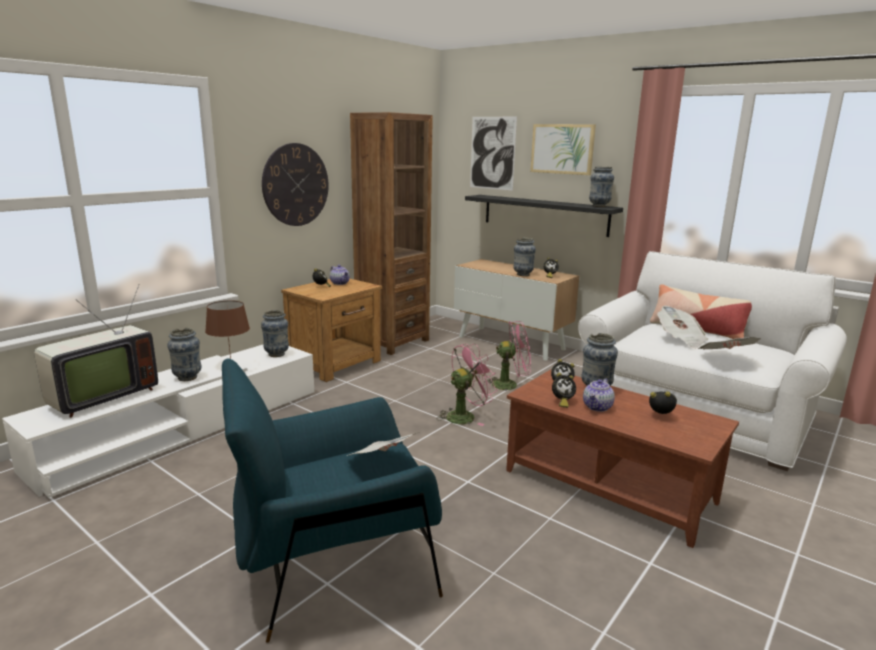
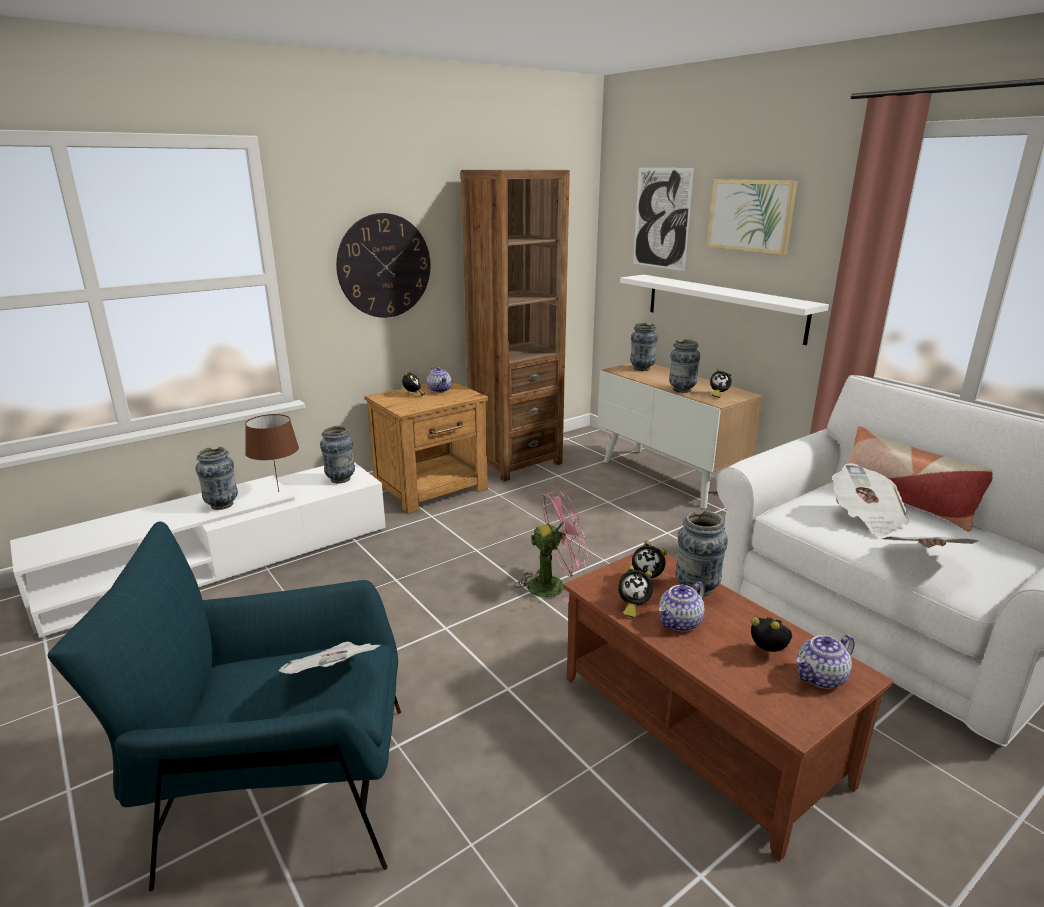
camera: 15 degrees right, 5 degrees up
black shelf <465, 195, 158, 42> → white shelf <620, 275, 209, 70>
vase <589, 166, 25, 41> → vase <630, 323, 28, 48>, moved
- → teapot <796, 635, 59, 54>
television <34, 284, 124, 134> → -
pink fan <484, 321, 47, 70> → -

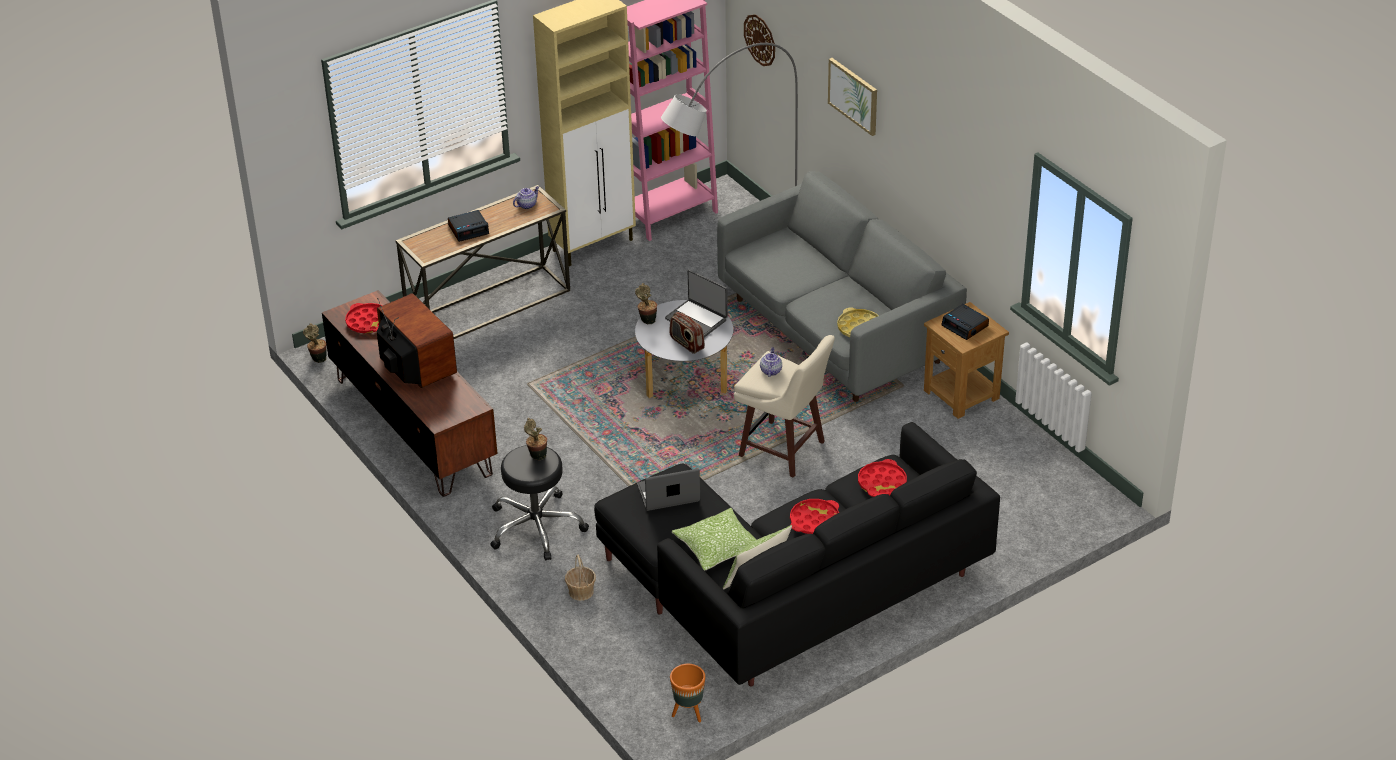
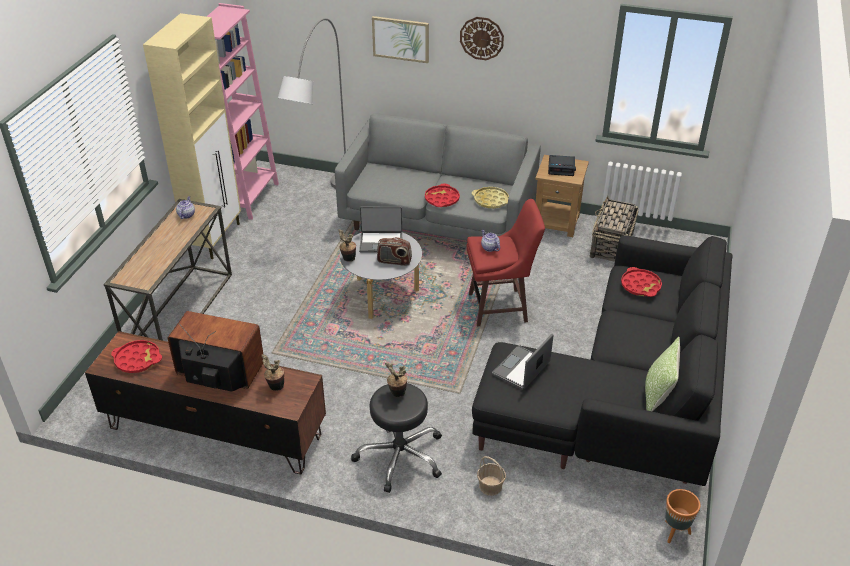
camera: 40 degrees left, 0 degrees up
potted plant <303, 323, 24, 40> → potted plant <262, 354, 22, 37>, moved
red tray <790, 499, 49, 35> → red tray <425, 183, 35, 24>, moved
wall clock <744, 14, 31, 52> → wall clock <460, 17, 44, 43>, moved
beige stool <734, 335, 101, 143> → red stool <467, 199, 78, 127>
- → basket <590, 196, 49, 66>
alarm clock <448, 210, 41, 32> → -
pillow <672, 508, 85, 63> → -

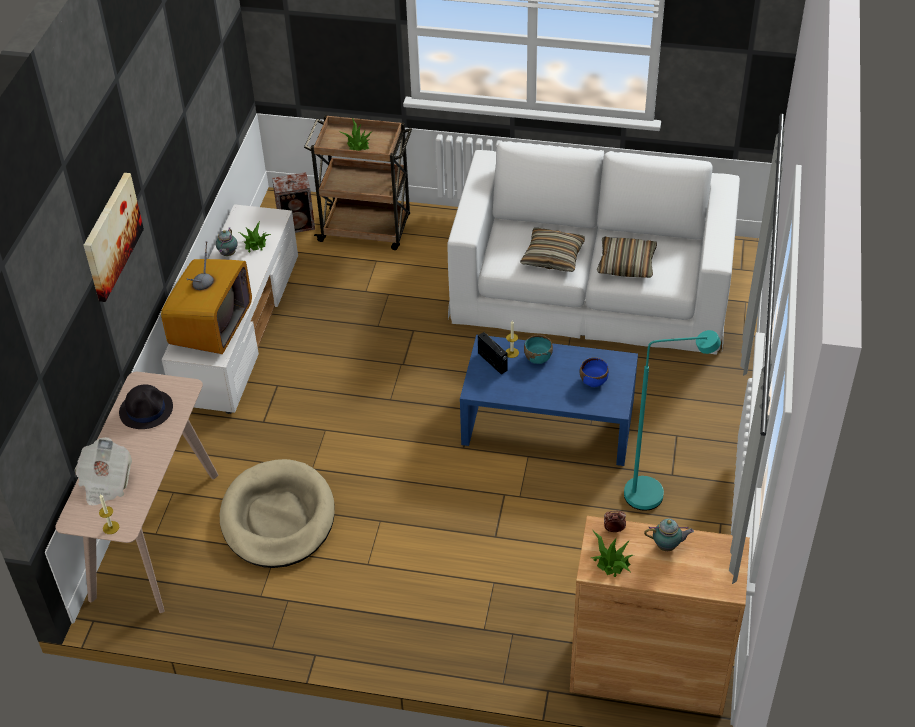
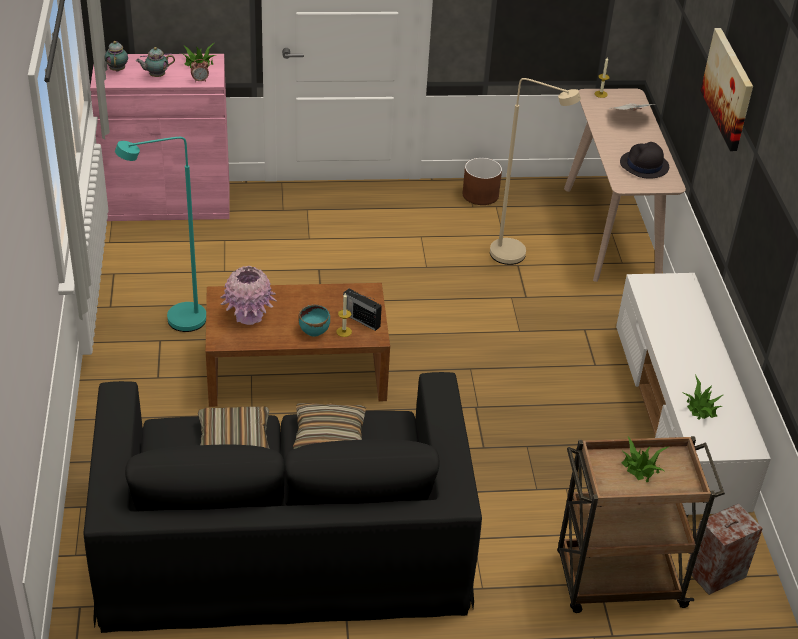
camera: 160 degrees right, 5 degrees down
white sofa <448, 142, 292, 213> → black sofa <84, 372, 398, 261>
brown cabinet <570, 516, 180, 199> → pink cabinet <90, 54, 139, 167>
teapot <216, 228, 22, 28> → teapot <105, 41, 23, 31>, moved
blue coffee table <460, 335, 178, 131> → brown coffee table <206, 283, 184, 124>
blue bowl <579, 357, 30, 30> → pink vase <220, 266, 57, 59>
- → brown planter <462, 158, 40, 47>
beige dog bed <220, 459, 115, 109> → beige floor lamp <490, 78, 91, 187>
television <161, 241, 91, 113> → -

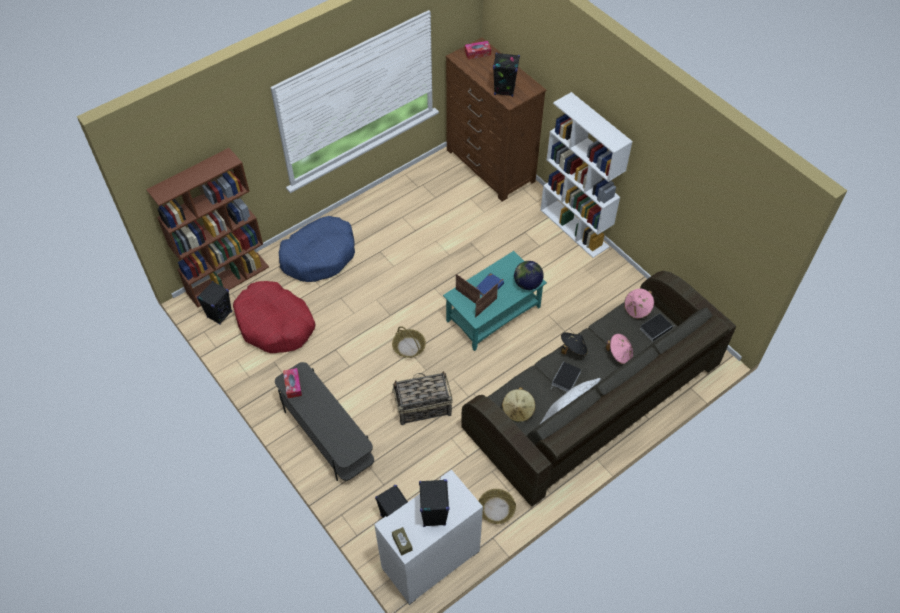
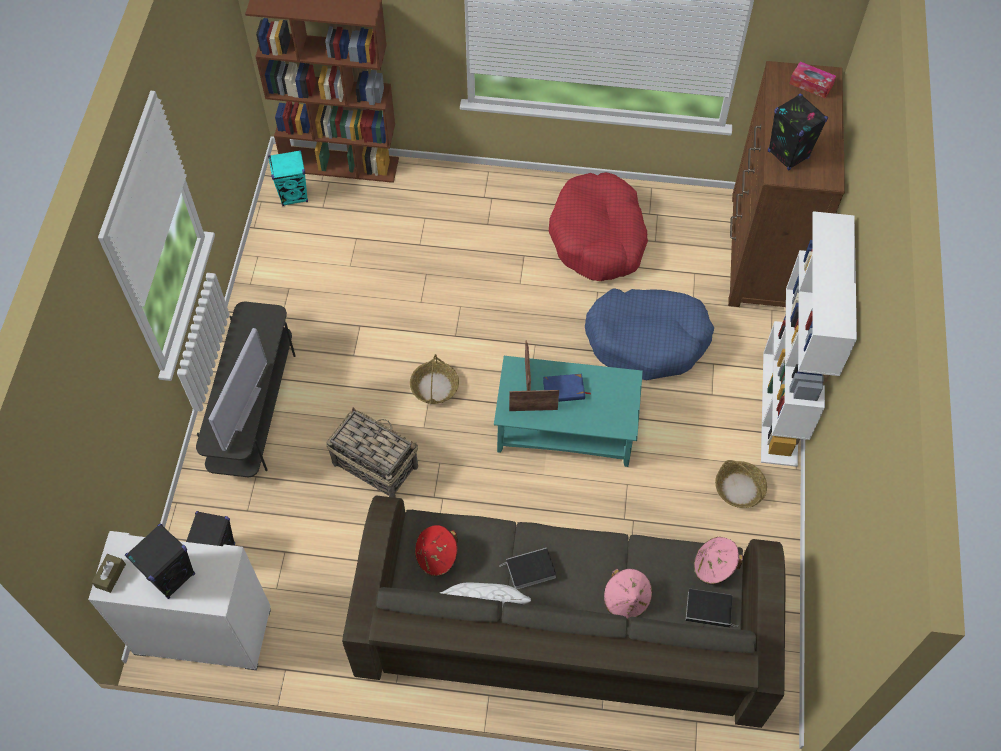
camera: 45 degrees right, 5 degrees up
- → television <209, 328, 58, 123>
black speaker <196, 281, 36, 44> → turquoise speaker <268, 150, 40, 56>
beige hat <502, 387, 34, 35> → red hat <415, 525, 43, 51>
red dog bed <233, 281, 82, 72> → red dog bed <549, 172, 99, 109>, moved
blue dog bed <279, 216, 76, 66> → blue dog bed <585, 288, 129, 92>, moved
basket <479, 489, 37, 35> → basket <715, 460, 52, 48>, moved
tissue box <283, 368, 19, 30> → -
globe <514, 261, 30, 29> → -
black hat <561, 332, 27, 24> → -

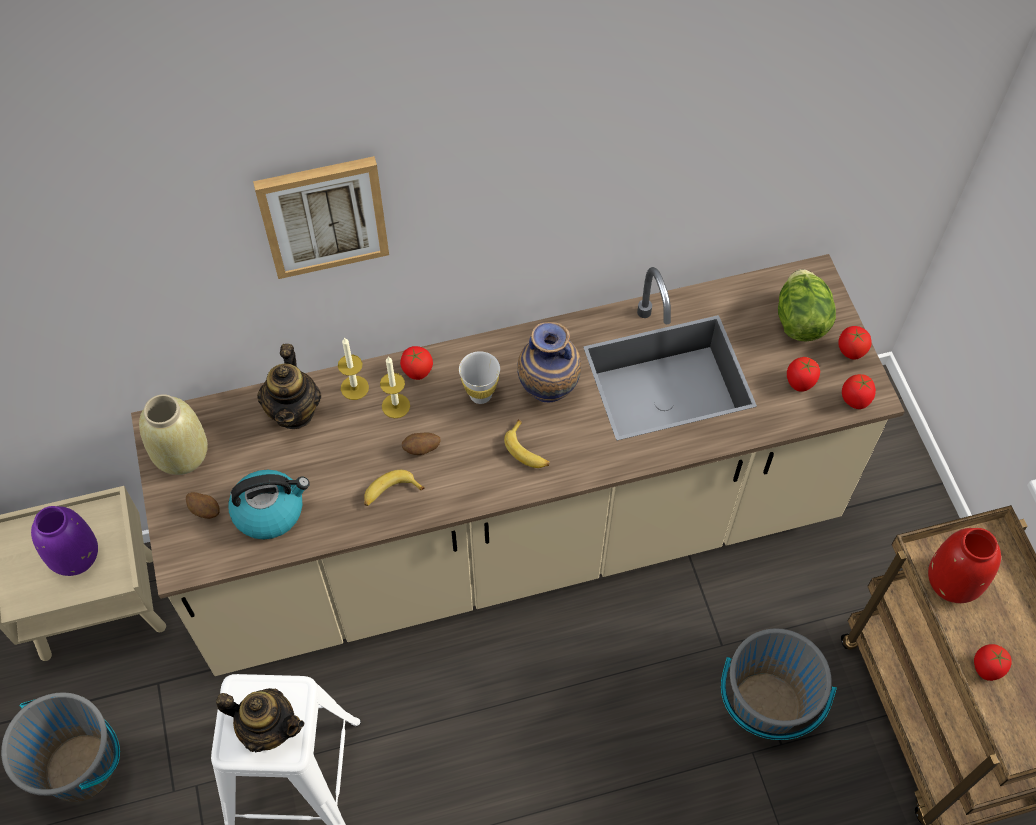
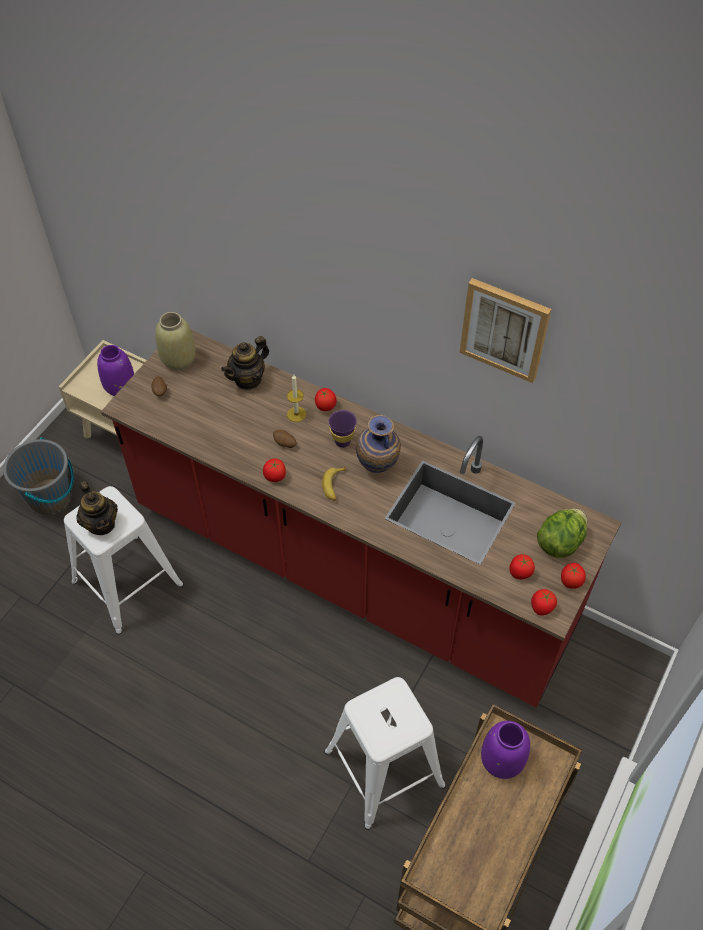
camera: 45 degrees right, 5 degrees down
beige counter <131, 254, 774, 422> → red counter <101, 330, 521, 378>
tomato <974, 644, 38, 37> → tomato <263, 458, 23, 24>, moved
grey bucket <721, 628, 116, 112> → white stool <325, 677, 121, 153>
white cup <459, 351, 41, 53> → purple cup <328, 410, 29, 38>
picture <253, 156, 136, 123> → picture <460, 278, 91, 105>, moved
red vase <928, 528, 73, 75> → purple vase <481, 721, 49, 58>
kettle <228, 470, 82, 70> → -
candle <338, 337, 31, 63> → -
banana <364, 470, 61, 36> → -

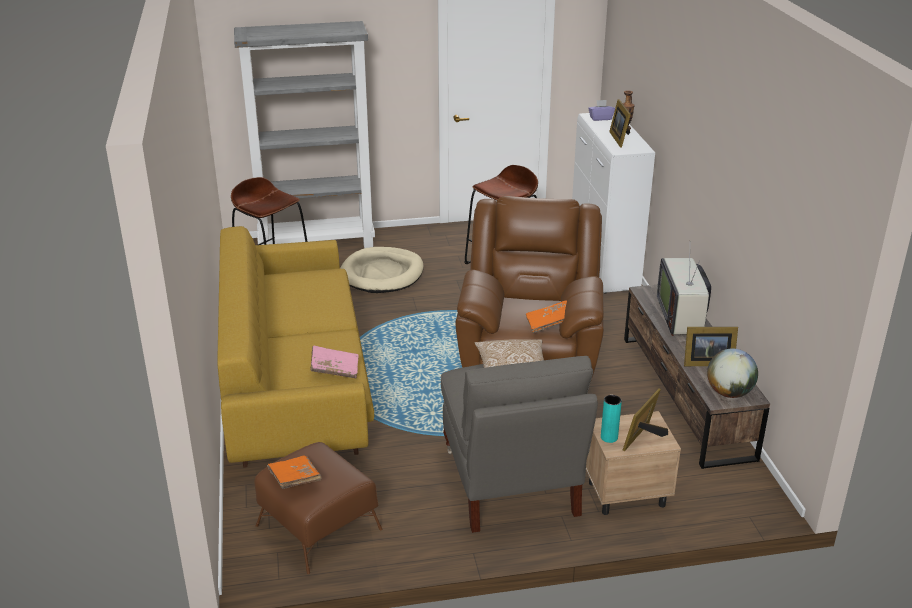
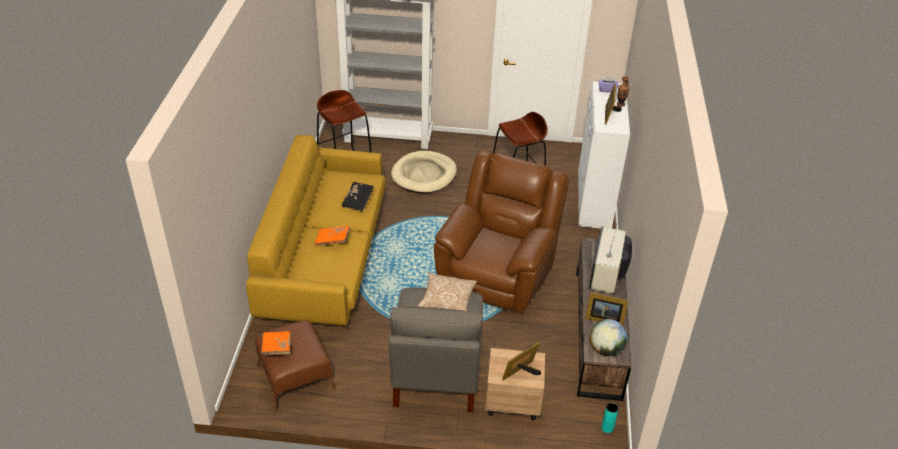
camera: 15 degrees right, 10 degrees up
orange book <526, 300, 41, 33> → orange book <314, 226, 36, 20>, moved
- → black book <342, 182, 32, 30>
turquoise vase <601, 395, 21, 48> → turquoise vase <602, 403, 17, 30>, moved
pink book <311, 345, 48, 33> → -

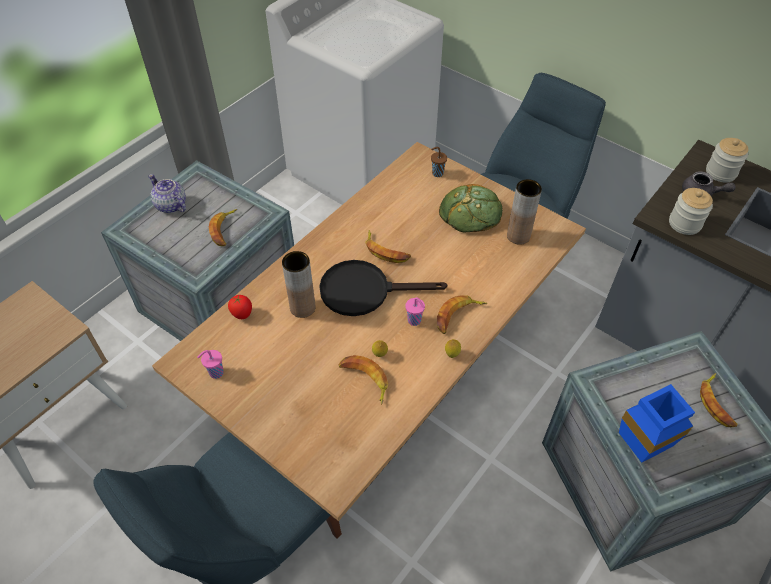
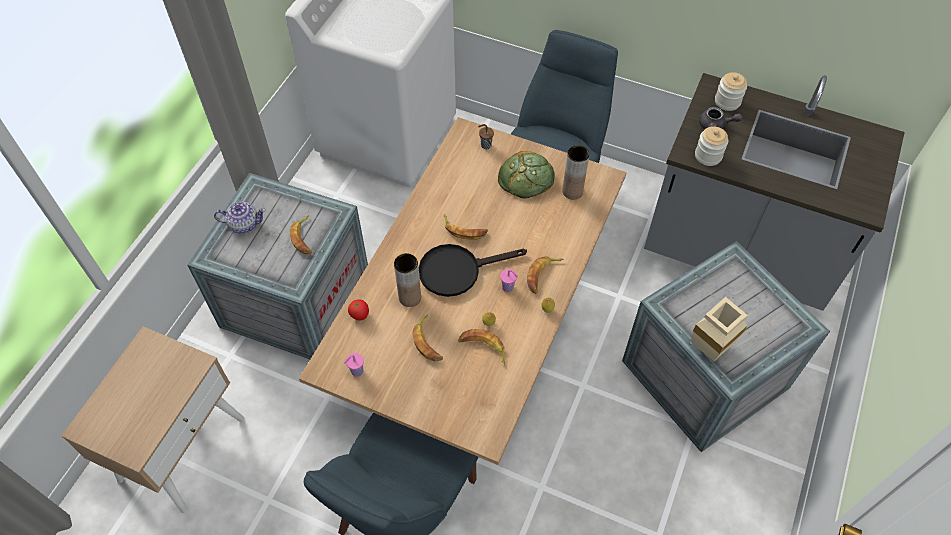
camera: 15 degrees left, 5 degrees up
teapot <148, 174, 38, 39> → teapot <214, 202, 52, 32>, 150 degrees clockwise
banana <700, 373, 37, 54> → banana <413, 315, 30, 47>, moved
blue vase <619, 384, 76, 79> → beige vase <692, 297, 56, 64>

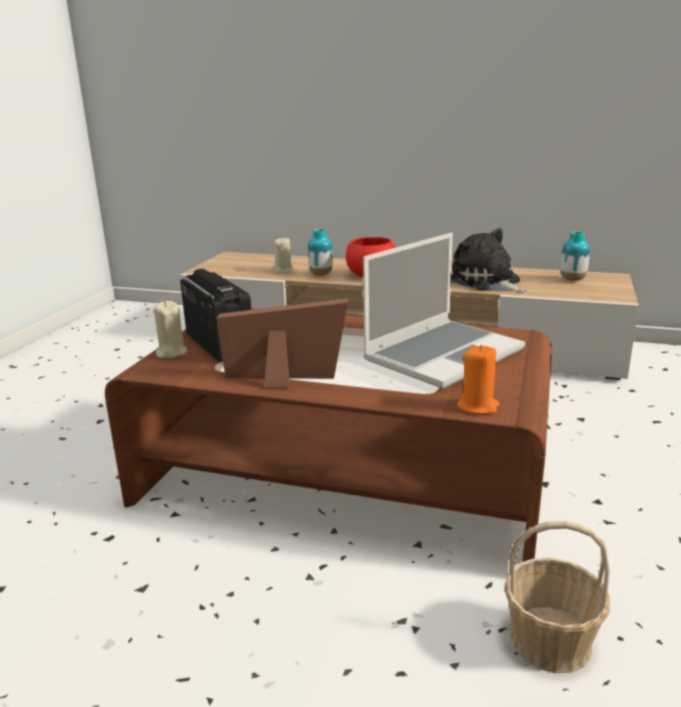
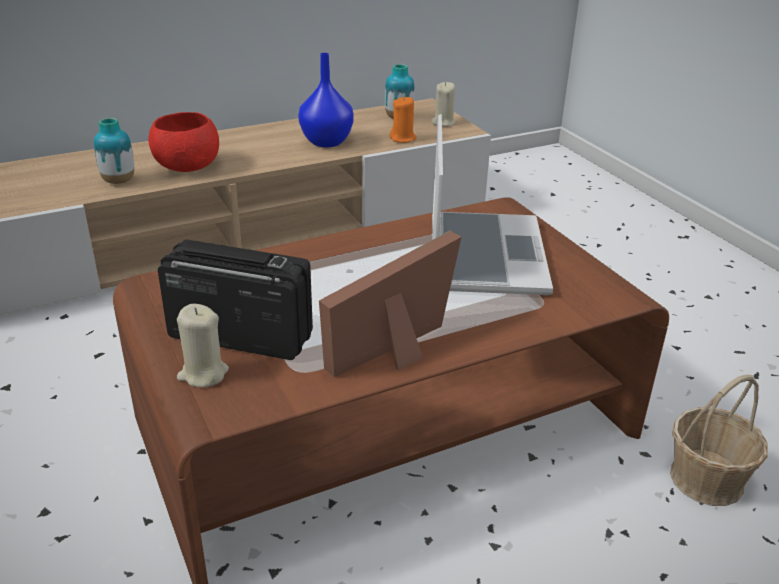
camera: 45 degrees left, 10 degrees up
plush toy <451, 228, 75, 64> → blue vase <298, 53, 56, 94>
orange candle <457, 345, 42, 69> → orange candle <390, 96, 27, 47>, moved
beige candle <273, 237, 21, 36> → beige candle <432, 82, 24, 45>, moved

